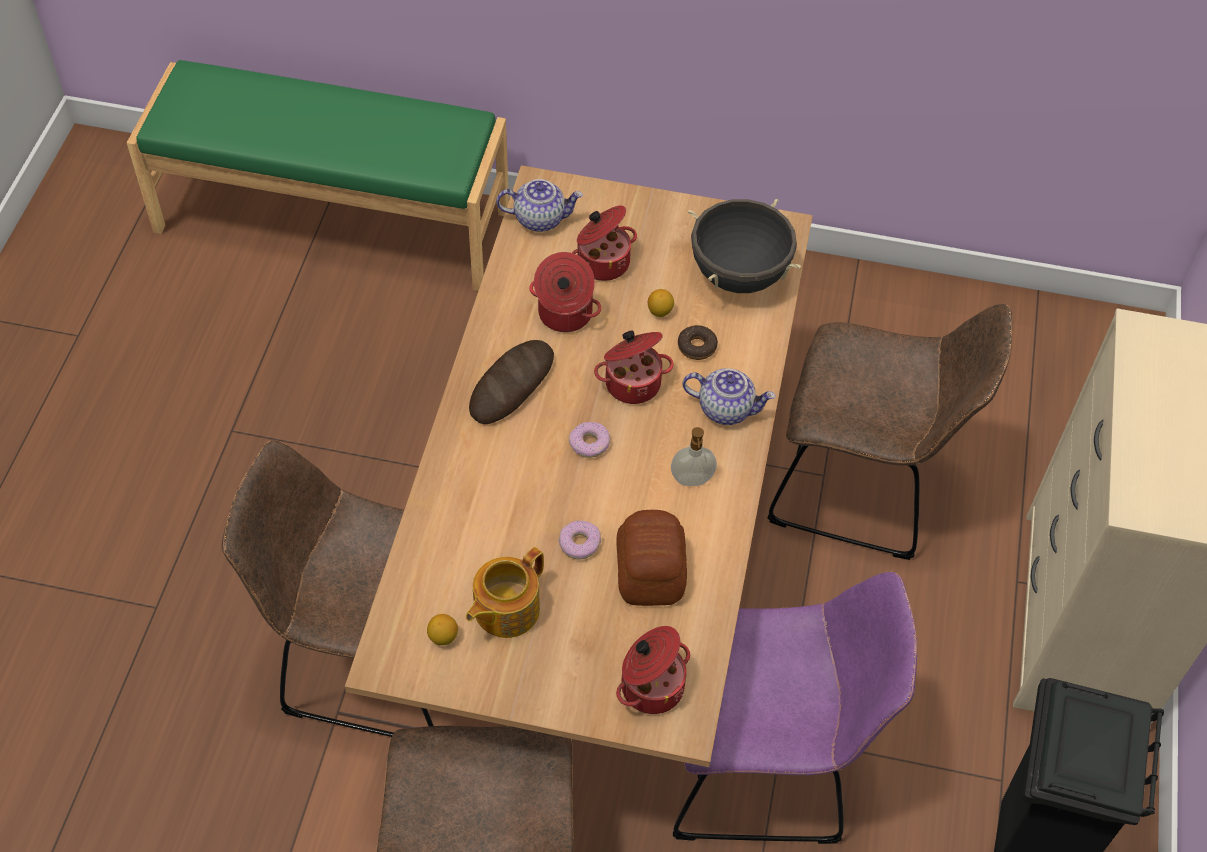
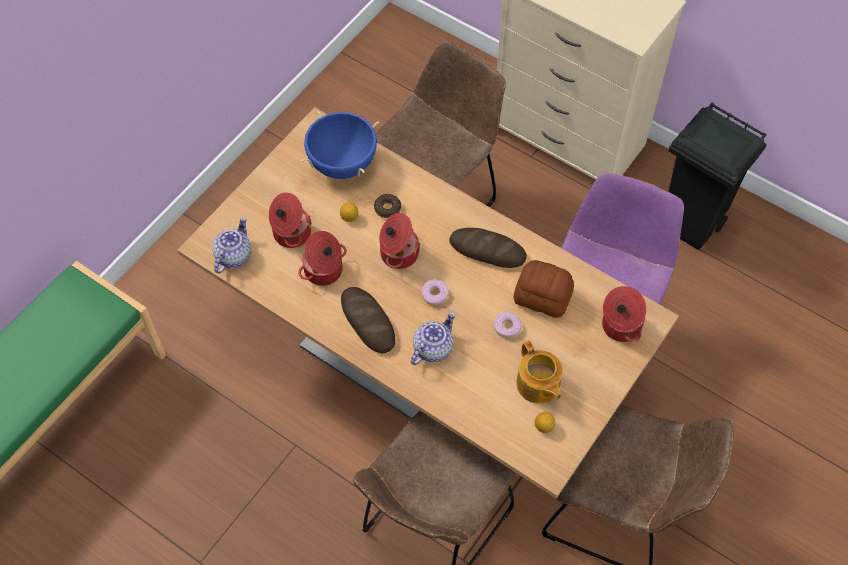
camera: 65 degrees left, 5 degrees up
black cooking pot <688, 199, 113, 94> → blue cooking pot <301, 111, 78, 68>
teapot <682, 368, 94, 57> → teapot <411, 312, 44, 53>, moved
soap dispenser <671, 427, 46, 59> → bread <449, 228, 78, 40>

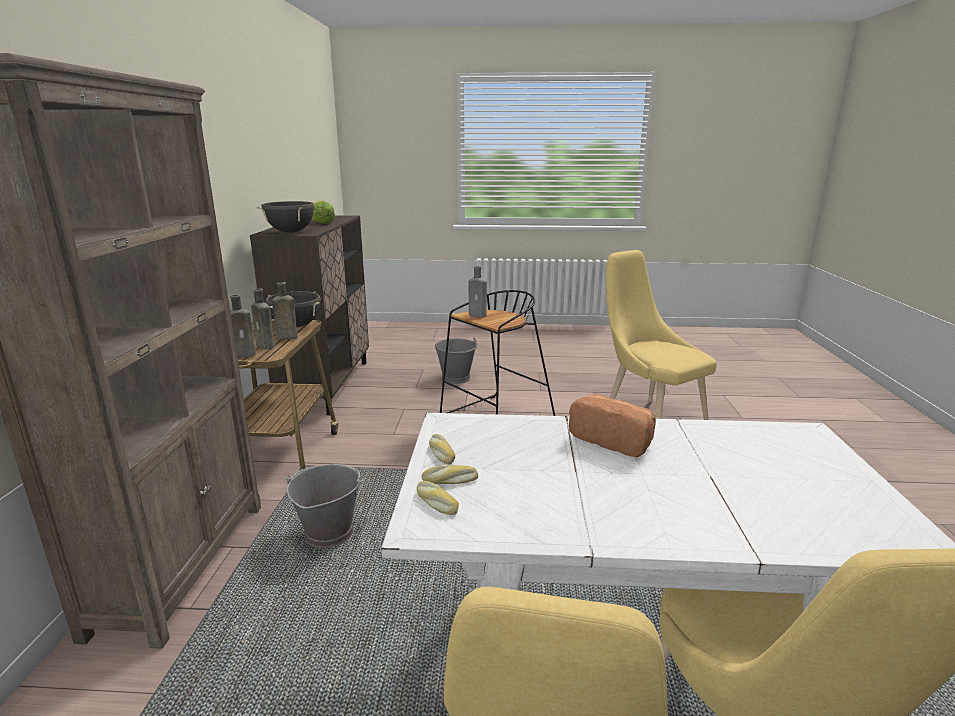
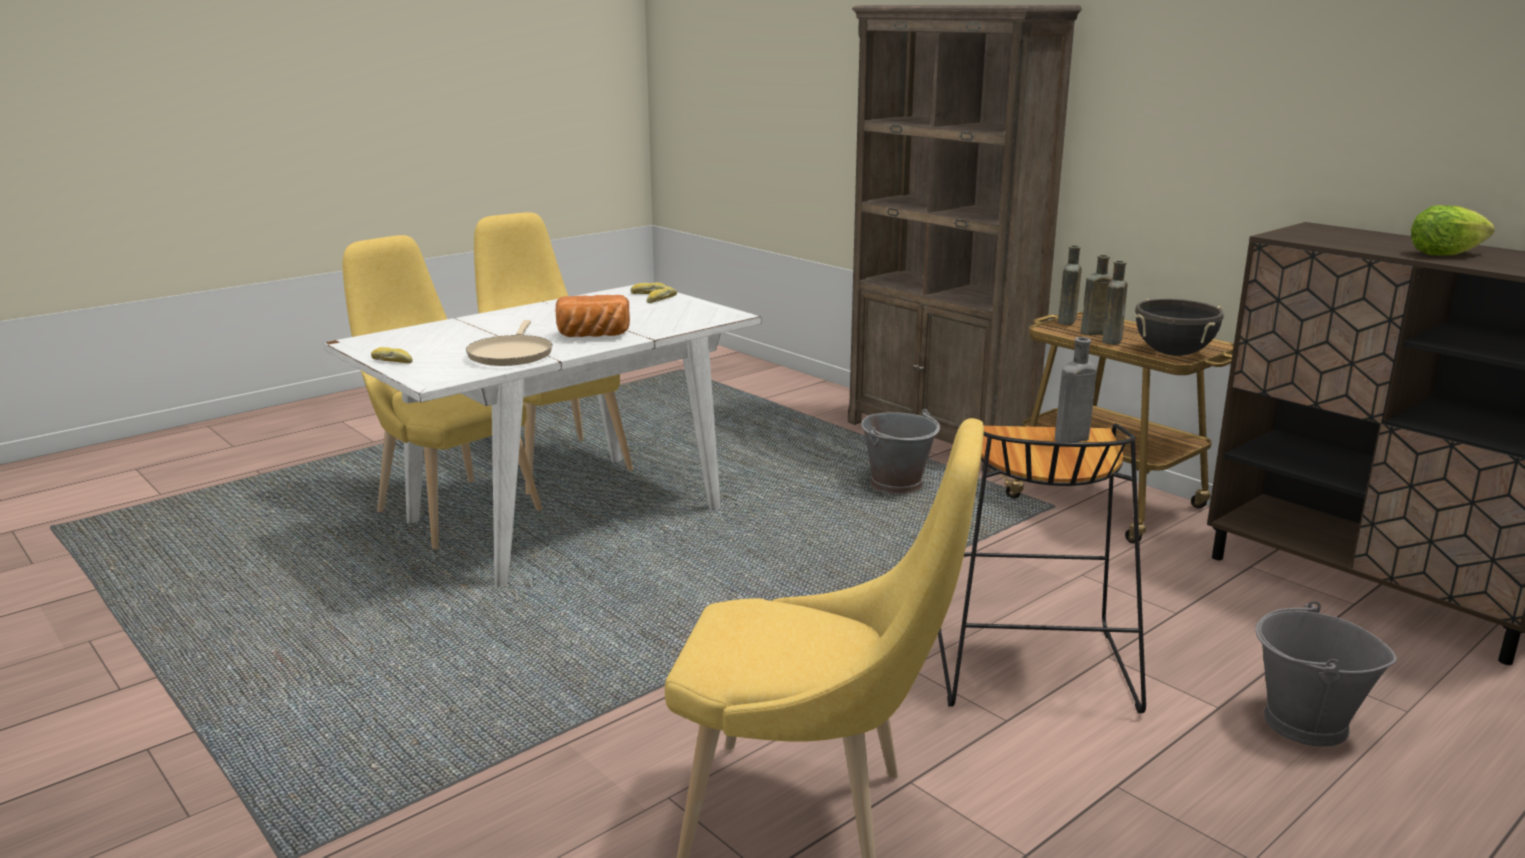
camera: 135 degrees right, 0 degrees up
bread <429, 434, 26, 30> → bread <371, 347, 42, 16>, moved
- → beige frying pan <466, 320, 87, 46>
black cooking pot <257, 201, 60, 32> → -

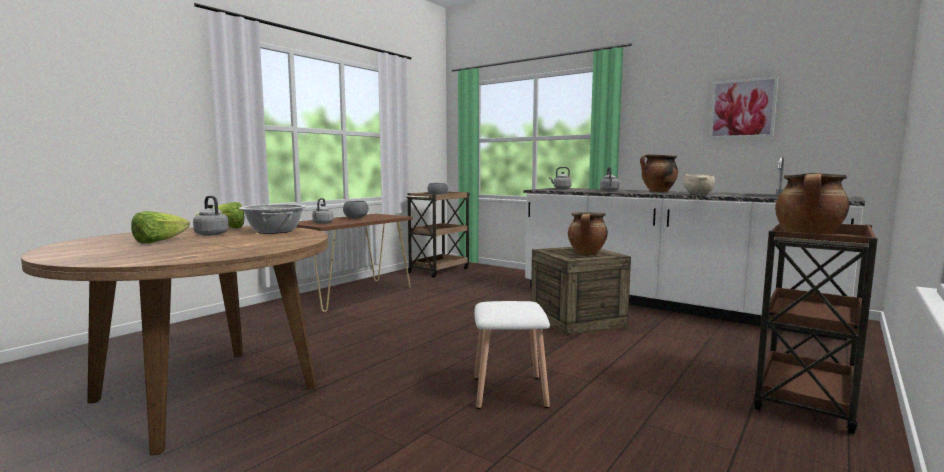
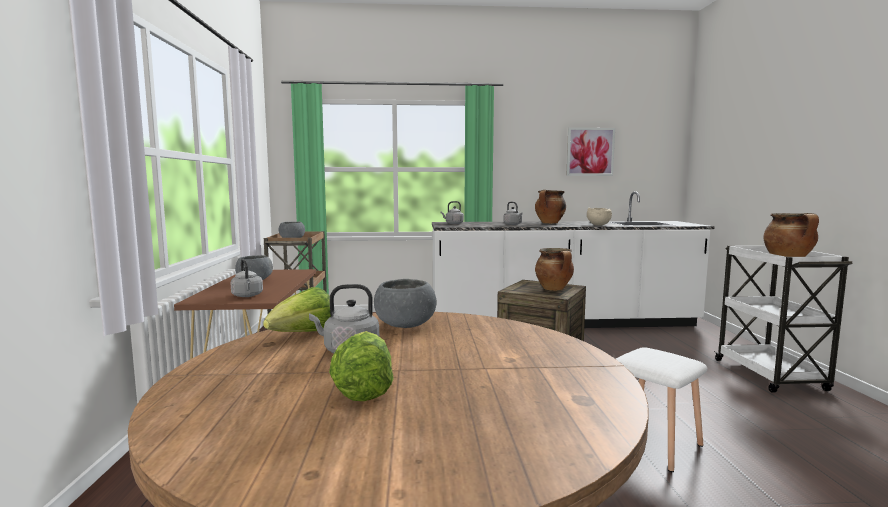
camera: 40 degrees left, 0 degrees up
cooking pot <239, 204, 68, 30> → grey bowl <374, 279, 63, 49>
brown cart <754, 223, 124, 211> → white cart <714, 245, 139, 148>

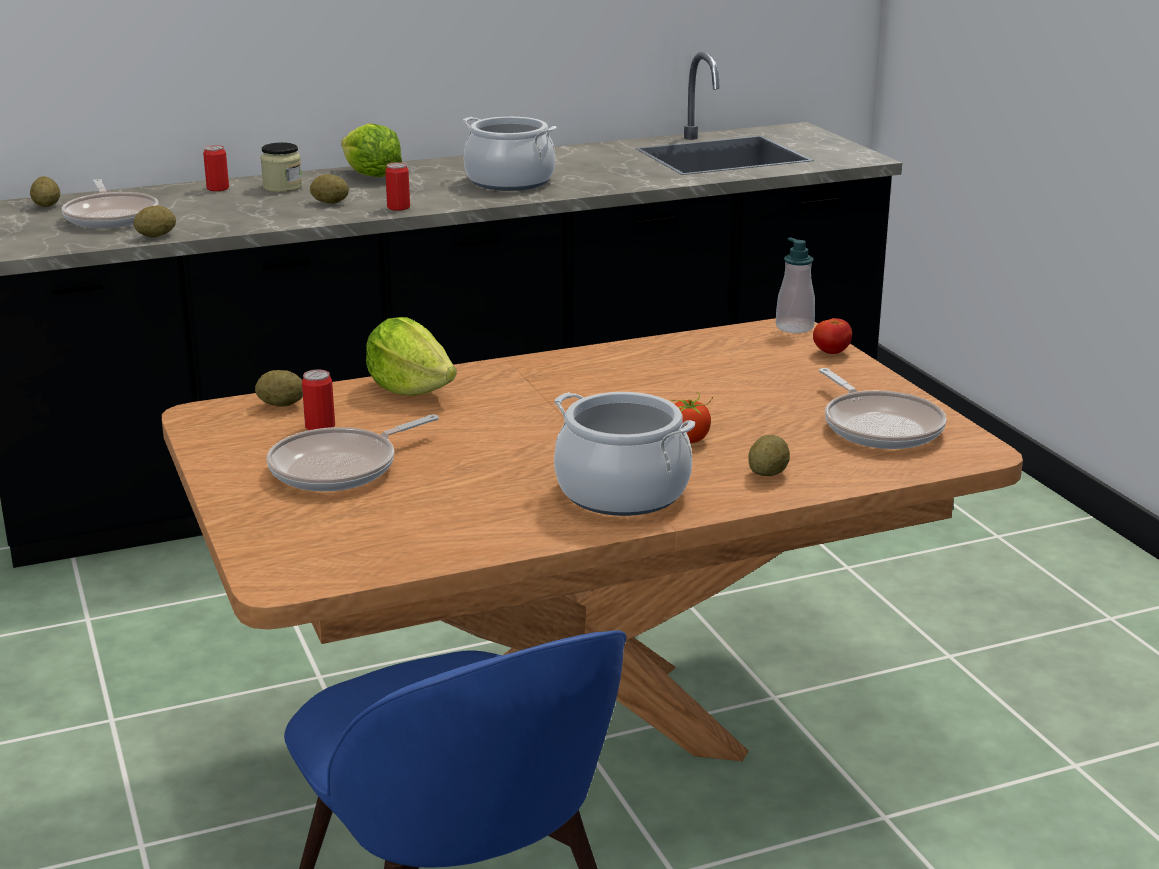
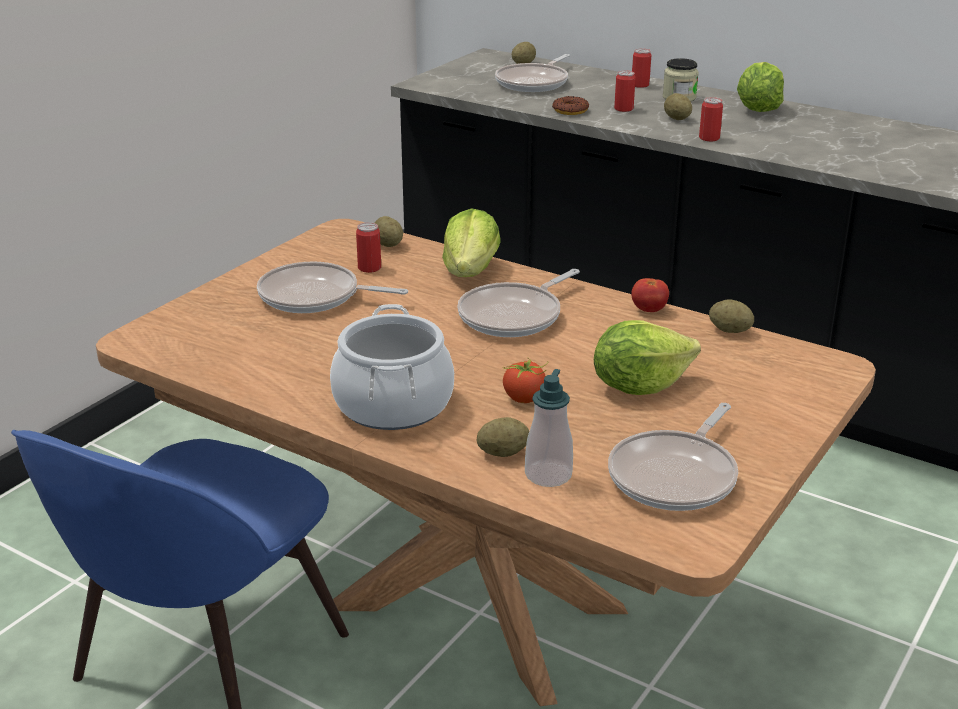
camera: 55 degrees right, 5 degrees up
- → frying pan <457, 269, 123, 68>
soap dispenser <776, 237, 39, 96> → soap dispenser <525, 369, 48, 118>, moved
- → donut <552, 96, 37, 19>
- → lettuce <594, 320, 107, 75>
- → can <614, 70, 21, 42>
tomato <813, 318, 39, 36> → tomato <631, 278, 38, 34>, moved
potato <133, 206, 43, 32> → potato <709, 299, 45, 34>, moved
cooking pot <462, 117, 95, 74> → -

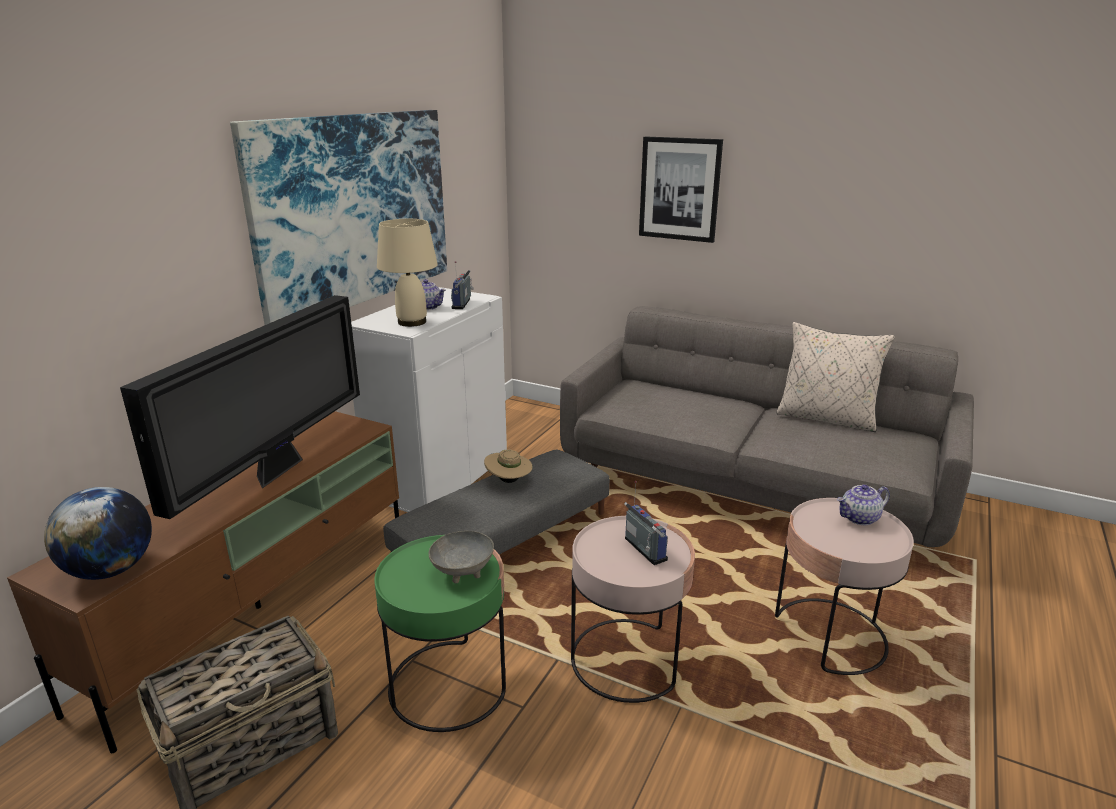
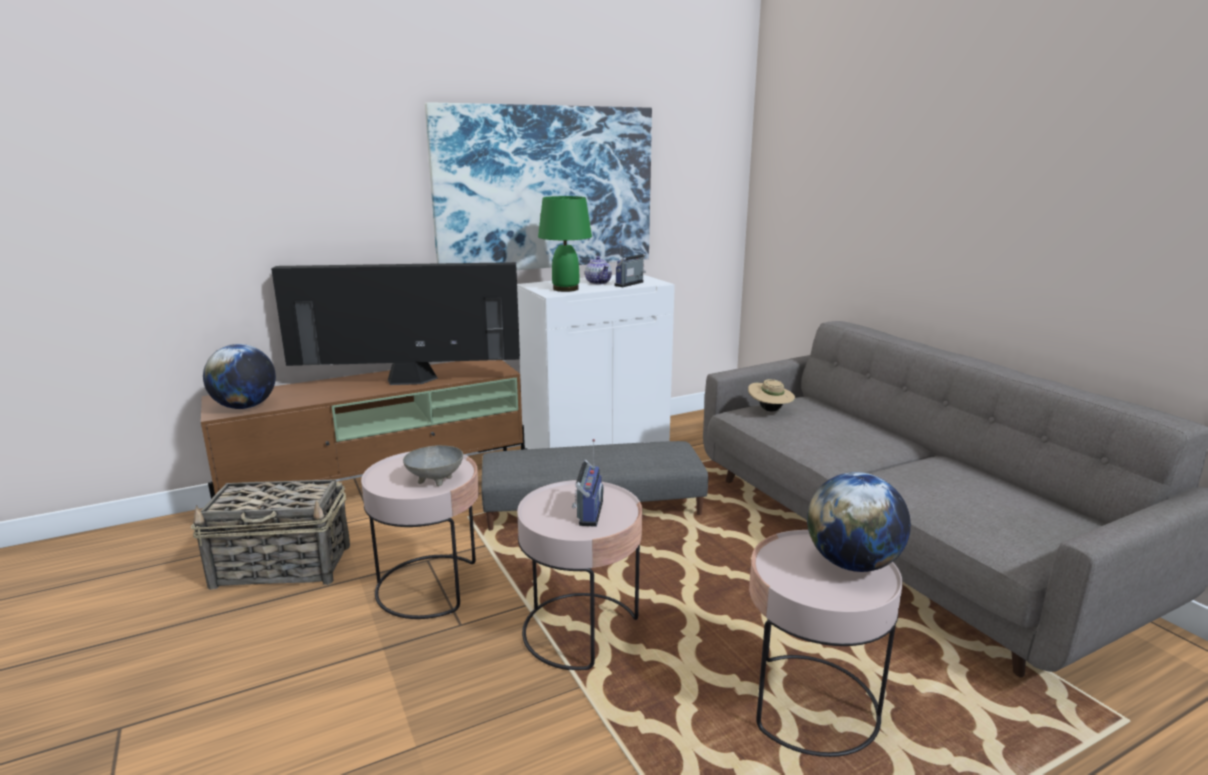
camera: 35 degrees right, 5 degrees down
television <120, 295, 240, 224> → television <271, 262, 249, 123>, 150 degrees counterclockwise
green side table <374, 535, 132, 197> → pink side table <361, 452, 118, 167>
beige table lamp <377, 219, 61, 108> → green table lamp <538, 196, 54, 96>
beige hat <484, 449, 49, 34> → beige hat <748, 379, 47, 32>, moved
teapot <837, 484, 53, 41> → globe <807, 472, 104, 100>
picture <639, 136, 84, 107> → -
beige pillow <777, 322, 118, 110> → -

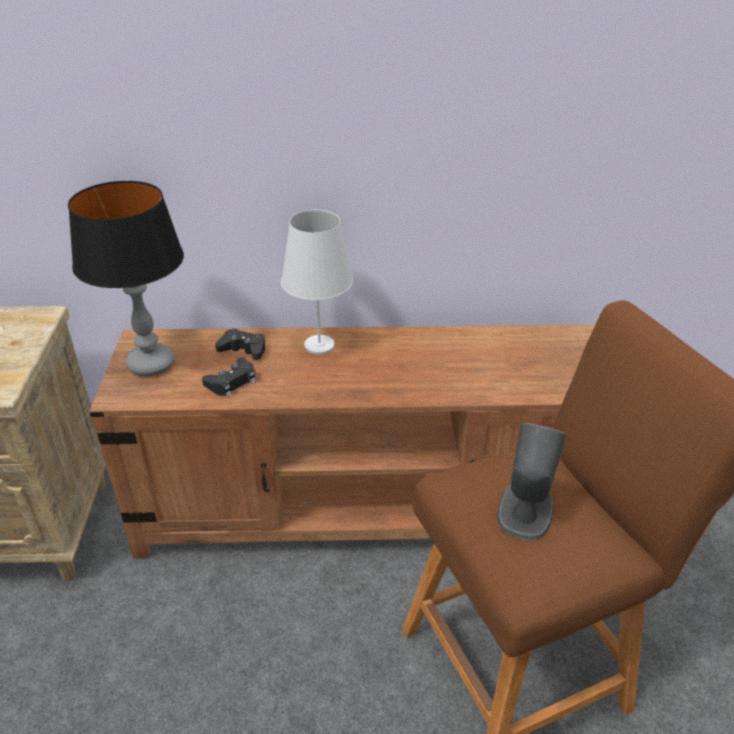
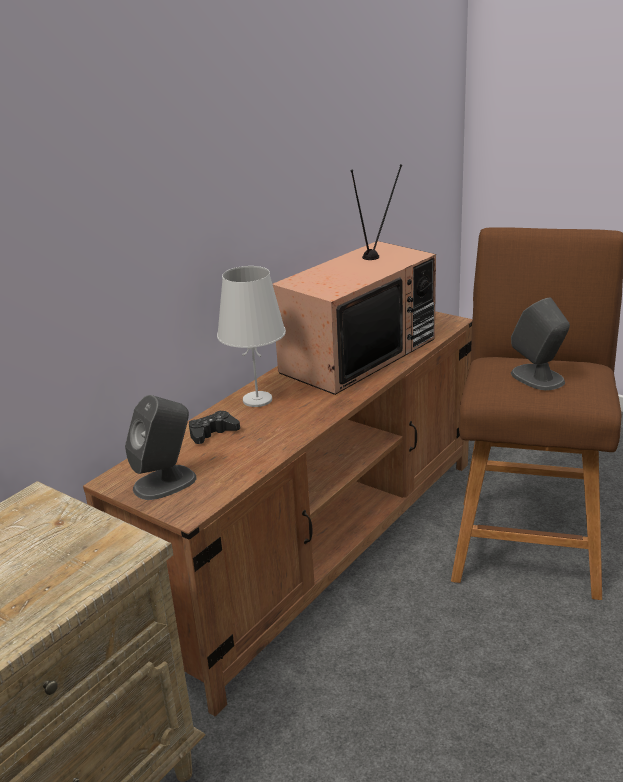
camera: 50 degrees left, 10 degrees down
table lamp <68, 181, 116, 195> → grey speaker <125, 395, 72, 105>
- → television <273, 164, 163, 231>
black game controller <202, 357, 54, 41> → -

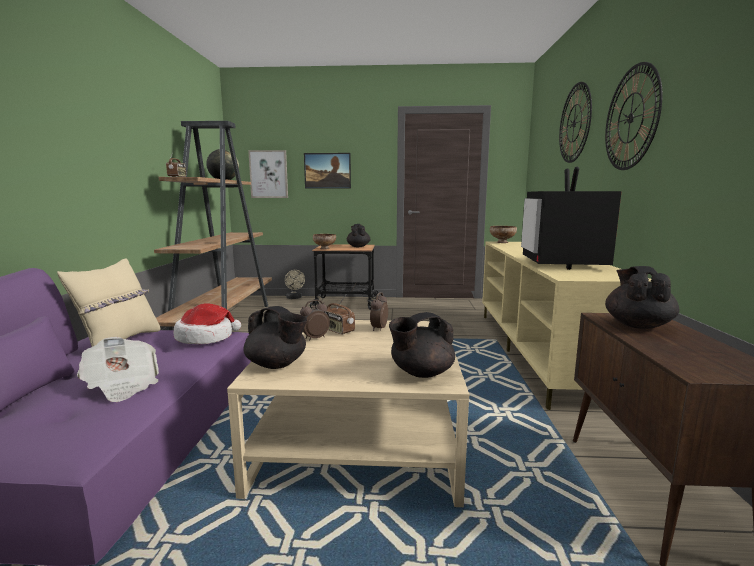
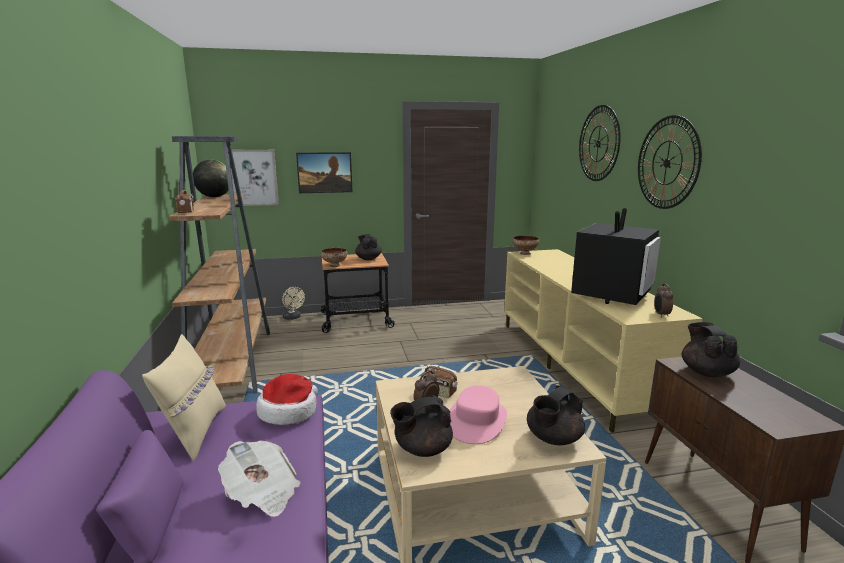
camera: 15 degrees left, 5 degrees up
black teapot <243, 306, 64, 63> → black teapot <390, 395, 63, 62>, 135 degrees clockwise
- → pink hat <450, 385, 57, 59>
television <521, 167, 101, 103> → television <571, 208, 90, 97>, 135 degrees counterclockwise
alarm clock <370, 292, 18, 39> → alarm clock <654, 284, 19, 34>, moved

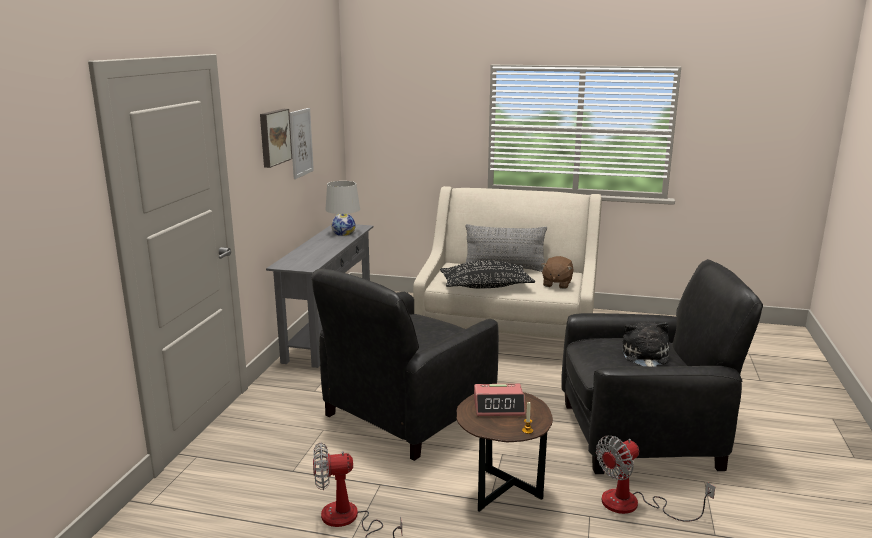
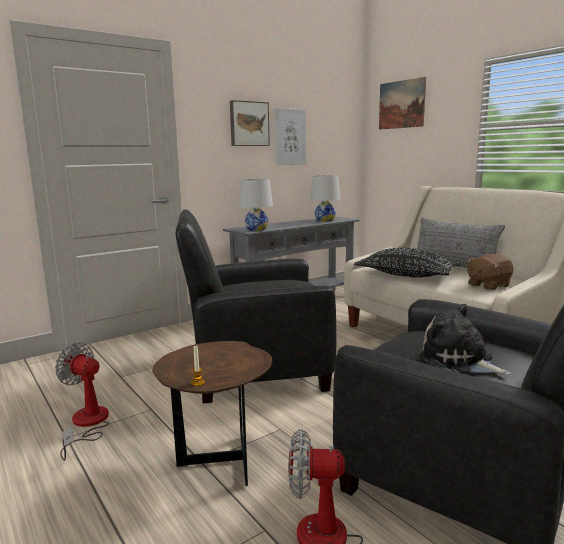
camera: 40 degrees right, 5 degrees down
- → white table lamp <239, 179, 34, 52>
- → picture <379, 77, 47, 53>
plush toy <622, 321, 47, 45> → plush toy <420, 304, 90, 71>, 90 degrees counterclockwise
alarm clock <474, 384, 51, 32> → -

